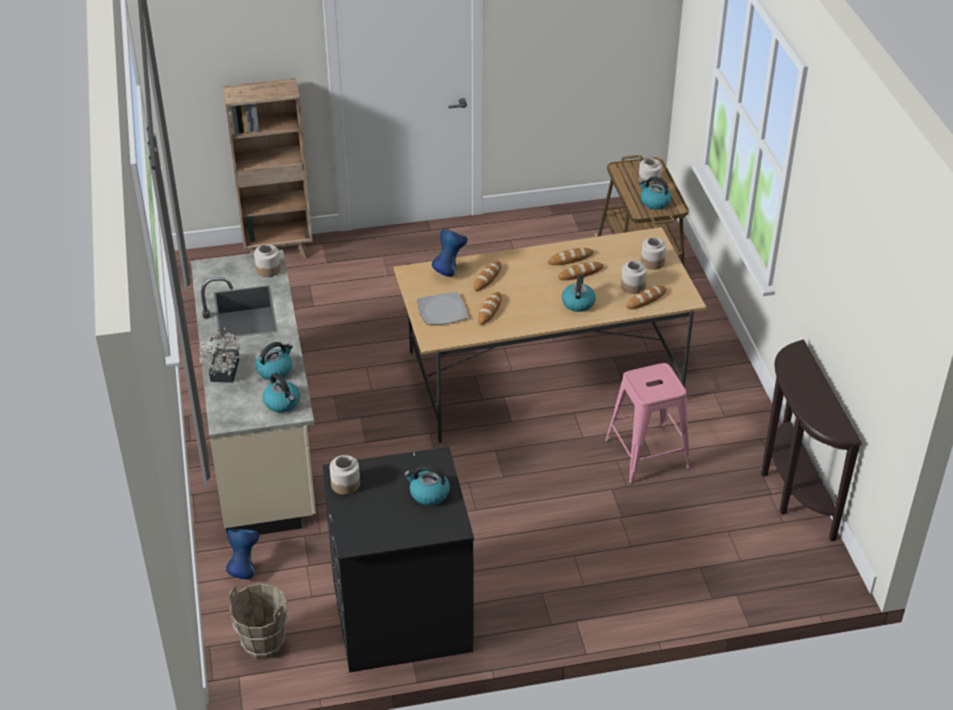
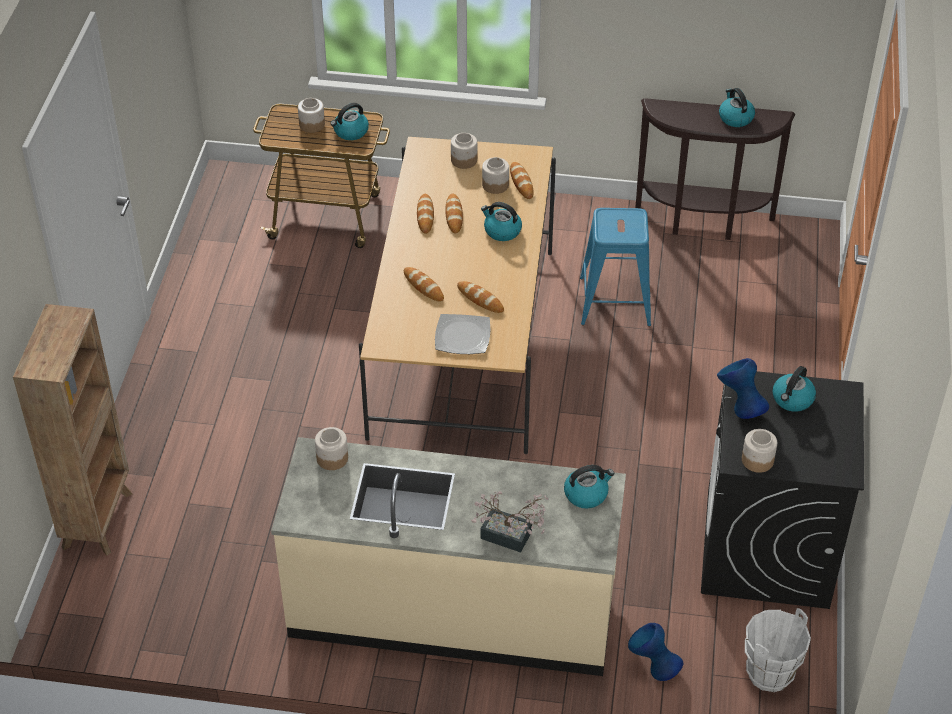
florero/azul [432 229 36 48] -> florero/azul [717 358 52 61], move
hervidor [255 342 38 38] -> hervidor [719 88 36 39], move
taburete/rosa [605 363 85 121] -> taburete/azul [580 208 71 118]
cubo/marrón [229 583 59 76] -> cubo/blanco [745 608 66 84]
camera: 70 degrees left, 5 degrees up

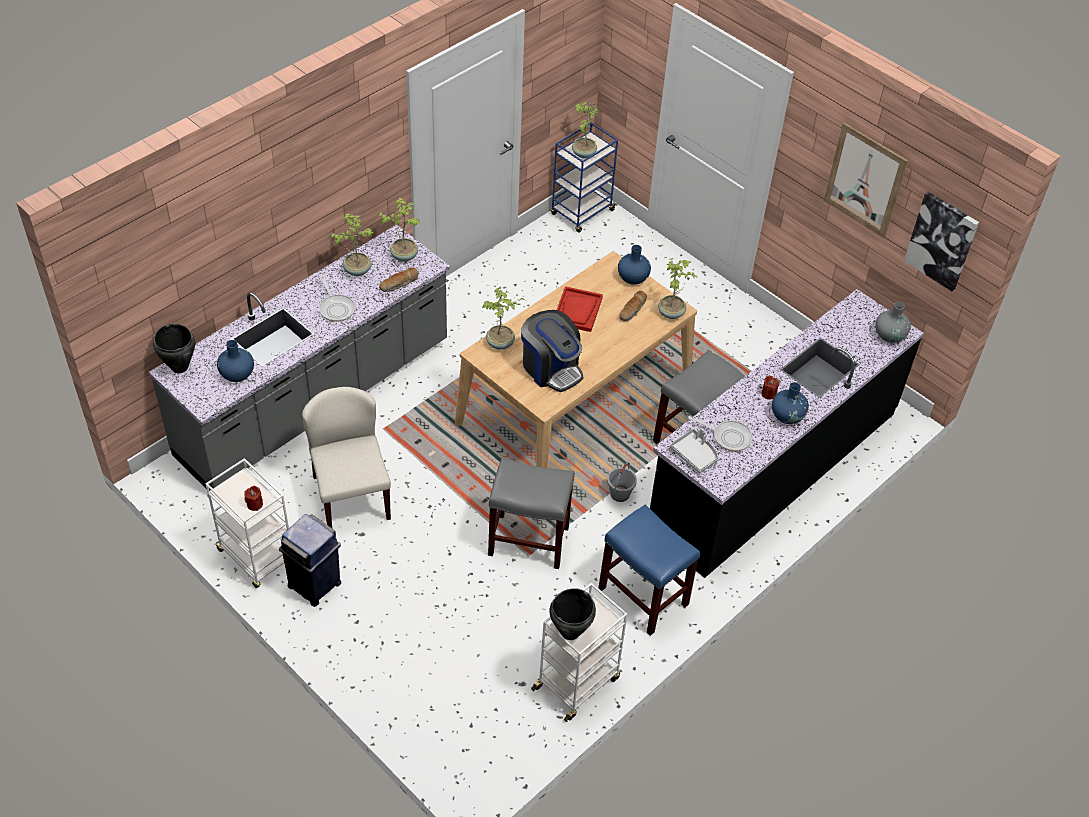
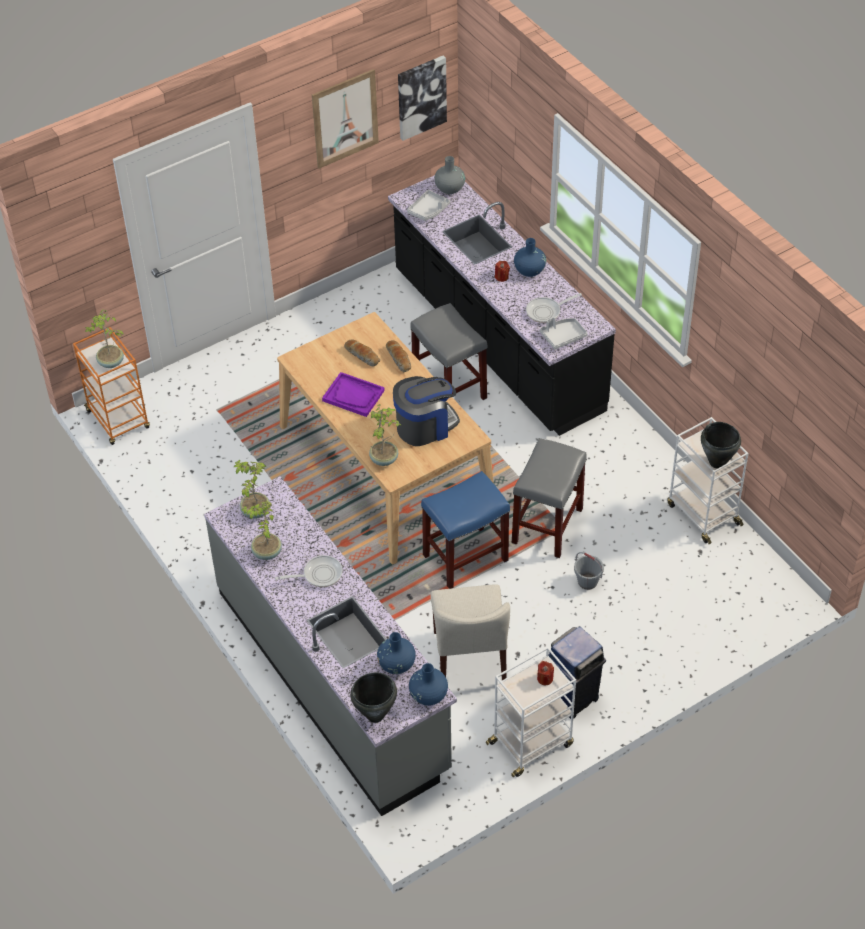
carrito/azul [550 122 68 111] -> carrito/naranja [73 327 77 118]
florero/azul [618 245 33 40] -> florero/azul [409 663 39 43], move
planta en maceta [658 258 37 61] -> none
pan [379 268 40 24] -> pan [386 340 25 32], move
bandeja/rojo [557 286 46 46] -> bandeja/morado [322 372 63 45]
silla/beis [302 387 89 141] -> silla/beis [430 584 80 96], 90 degrees counterclockwise
sartén [688 416 65 35] -> sartén [526 293 56 30], 150 degrees counterclockwise
cubo/gris [607 462 30 40] -> cubo/gris [574 552 30 38], move
taburete/azul [598 504 102 132] -> taburete/azul [421 471 89 118], move
none -> bandeja/gris [407 190 43 31]
camera: 75 degrees left, 0 degrees up

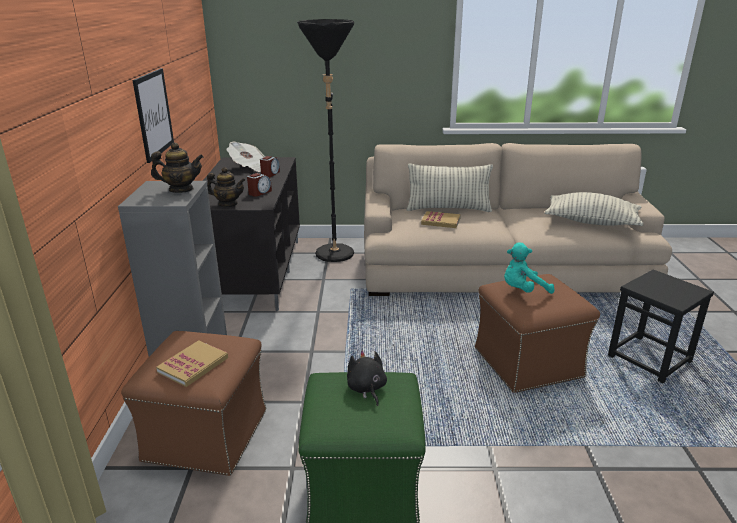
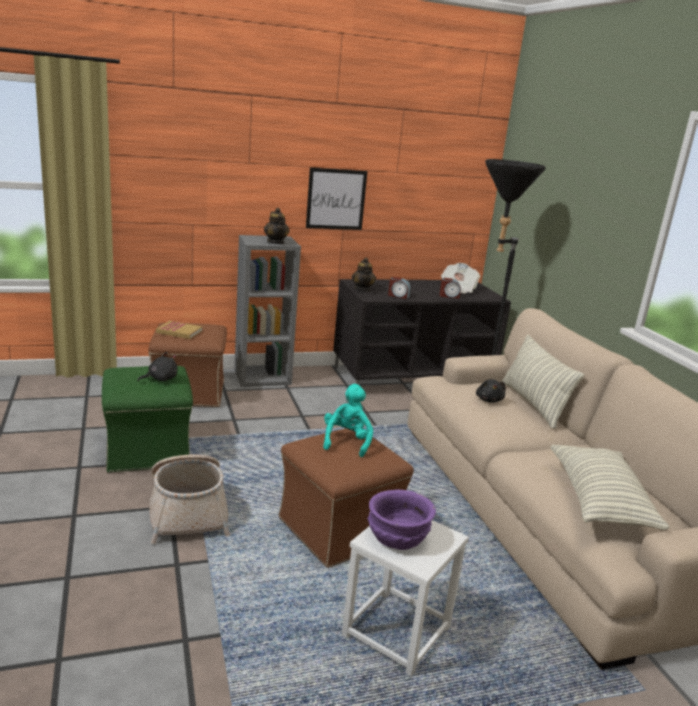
libro [421 211 40 17] -> peluche/negro [476 379 30 24]
peluche/turquesa [504 243 50 51] -> peluche/turquesa [323 384 50 73], 45 degrees clockwise
taburete/negro [608 269 106 114] -> taburete/blanco [342 520 127 156]
none -> cesta [149 454 81 90]
none -> cuenco/morado [367 490 69 60]
camera: 70 degrees right, 5 degrees down

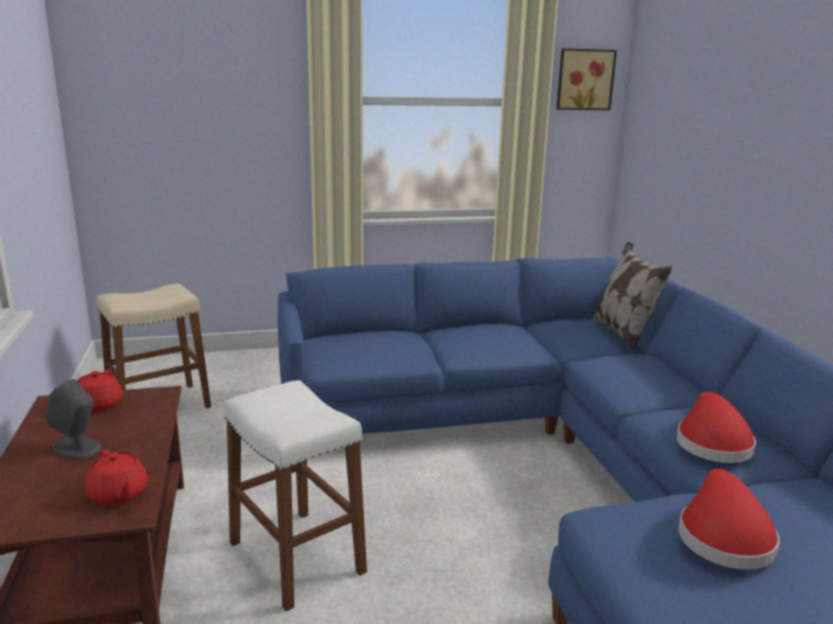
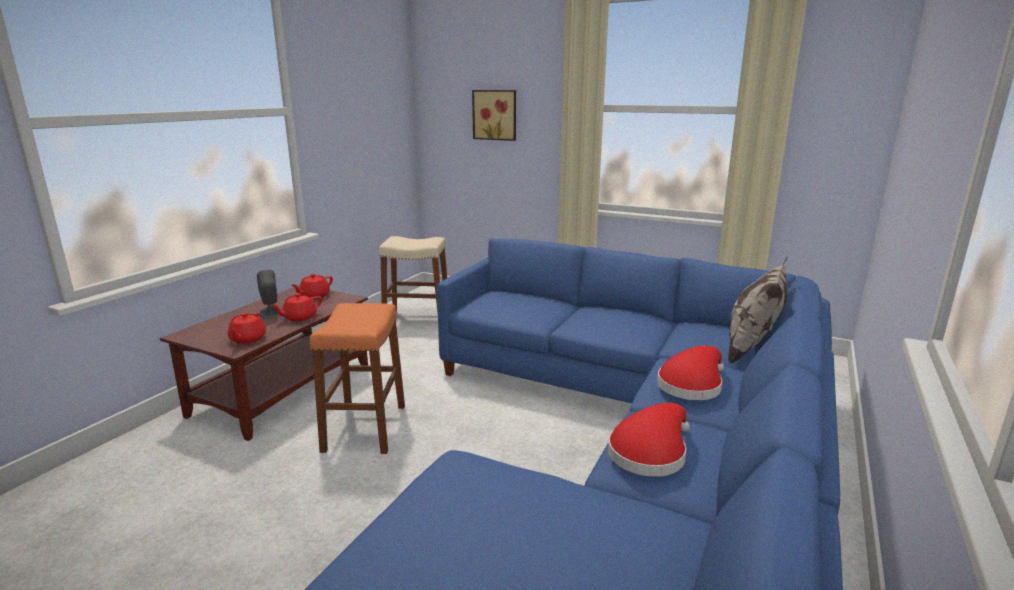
cuadro [556 48 61 62] -> cuadro [472 90 44 51], move
taburete/blanco [224 380 143 231] -> taburete/naranja [310 303 95 151]
sombrero/rojo [678 469 102 101] -> sombrero/rojo [657 345 67 55], move
none -> tetera/rojo [270 293 52 29]
camera: 40 degrees right, 0 degrees up

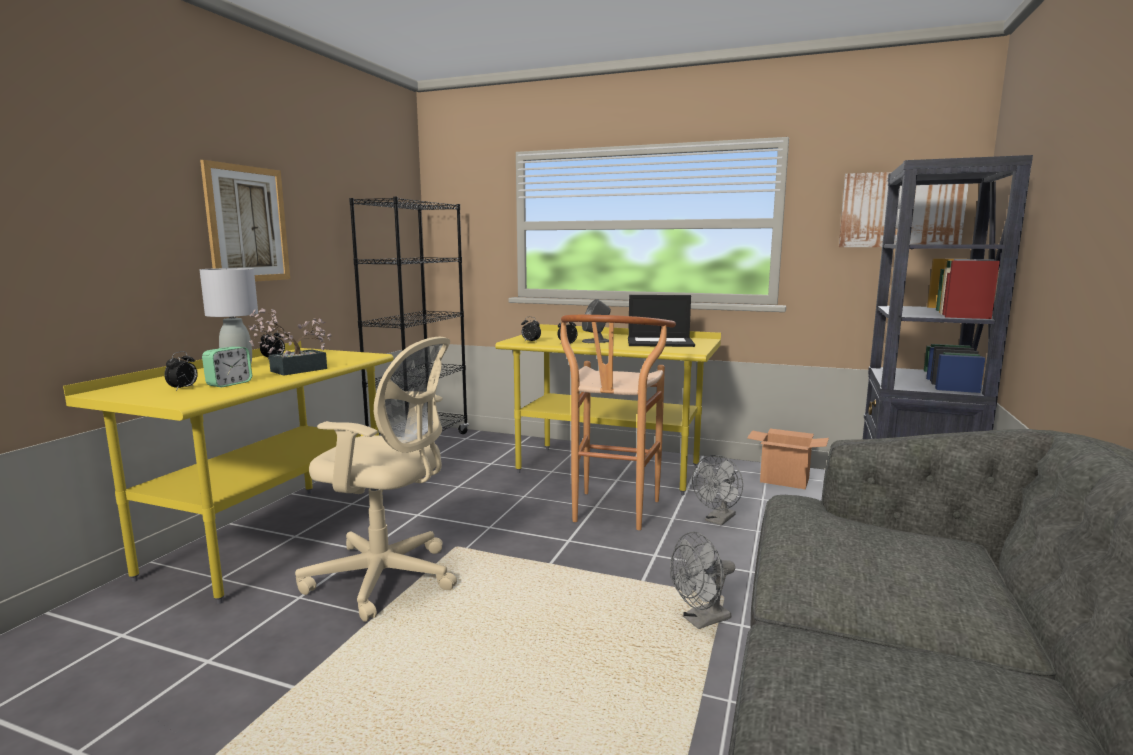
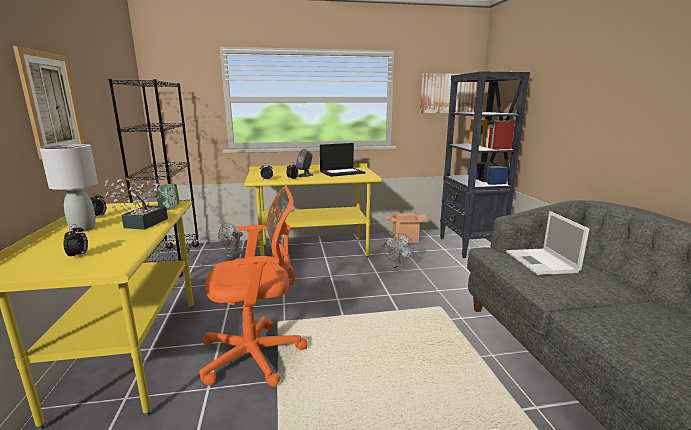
taburete/marrón [560 315 116 215] -> none
silla de oficina/beis [295 337 162 285] -> silla de oficina/naranja [199 186 108 201]
despertador [202 347 50 40] -> despertador [156 184 23 26], move
ventilador/gris [670 532 65 97] -> ventilador/gris [218 222 26 35], move
none -> portátil [506 211 83 64]
camera: 30 degrees left, 5 degrees up

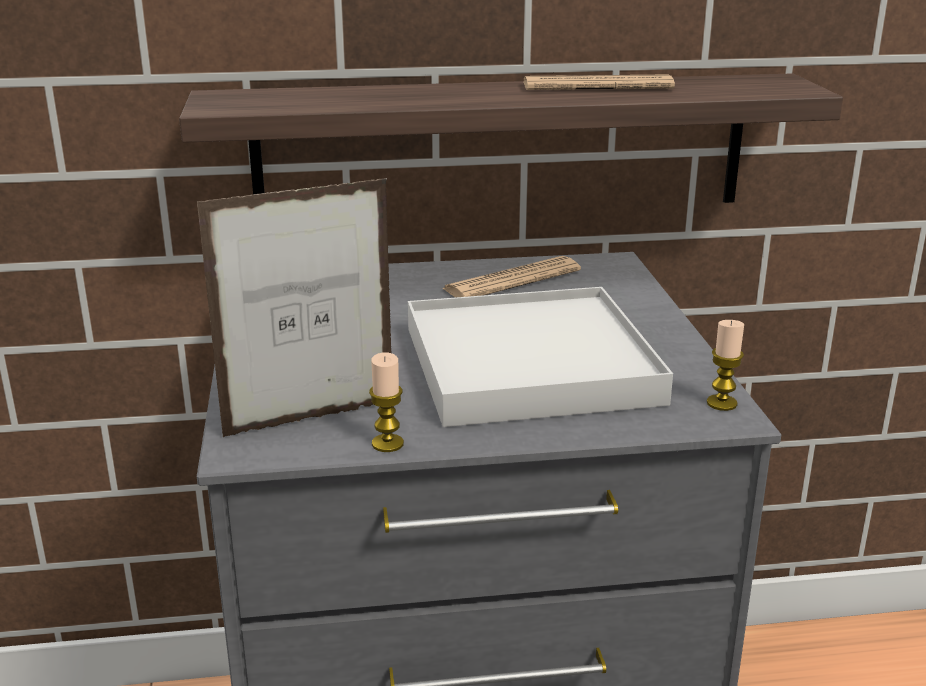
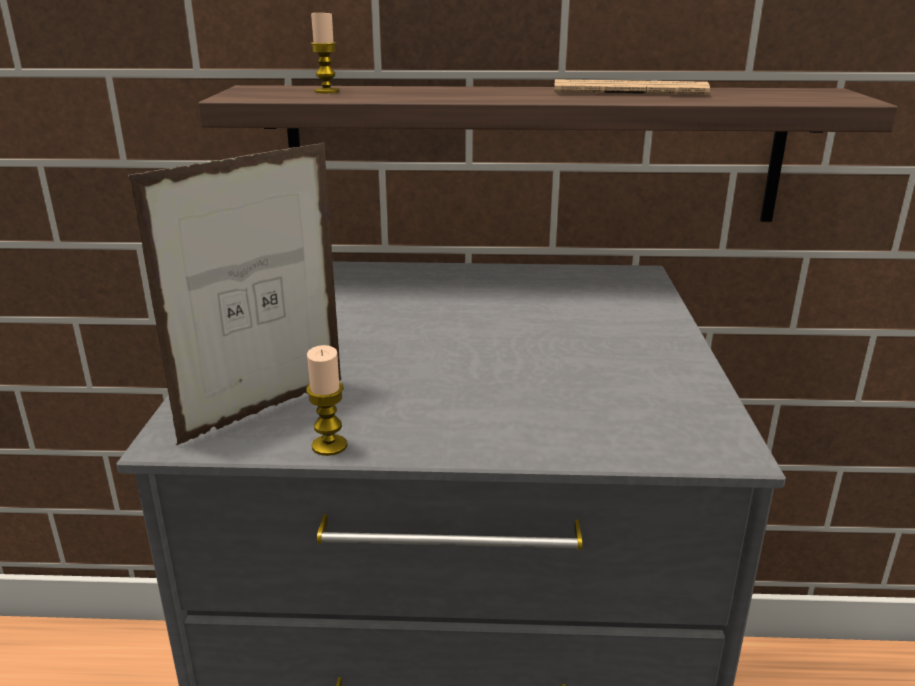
portarretratos [197 178 194 259] -> portarretratos [128 142 213 304], 150 degrees clockwise
periódico [441 256 140 41] -> none
bandeja/blanco [408 287 265 140] -> none
vela [707 320 37 91] -> vela [311 11 28 82], move
camera: 10 degrees right, 0 degrees up

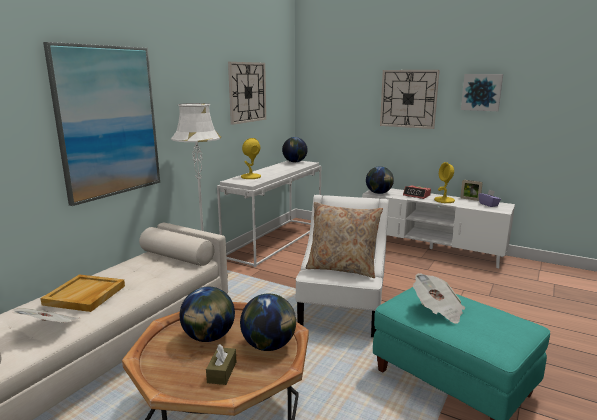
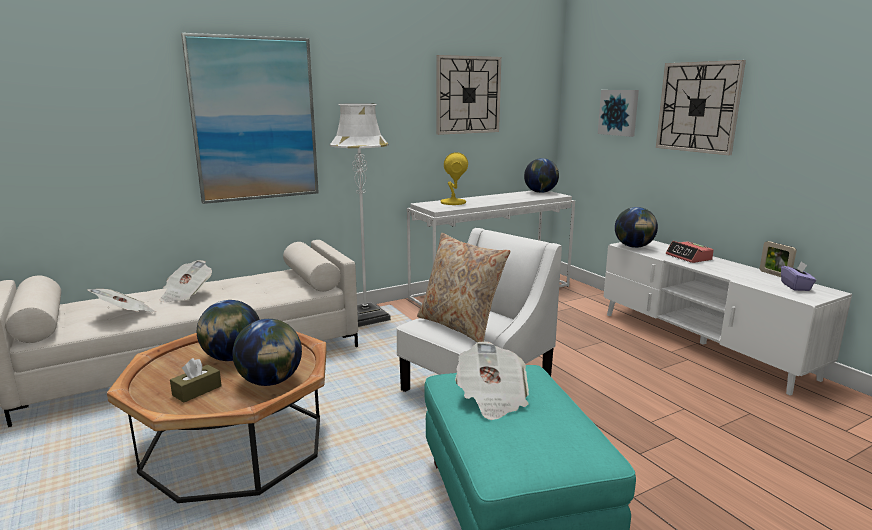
cuadro [461 74 42 37] -> cuadro [598 90 41 47], move
lámpara de mesa/amarillo [434 162 21 41] -> none
bandeja/beis [40 275 85 37] -> periódico [160 260 52 42]
camera: 30 degrees right, 0 degrees up

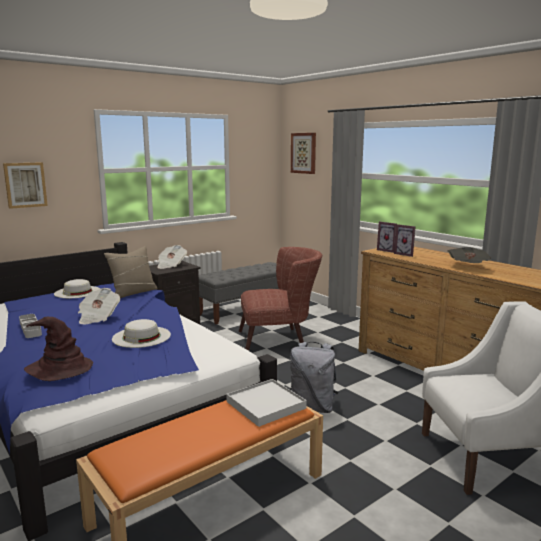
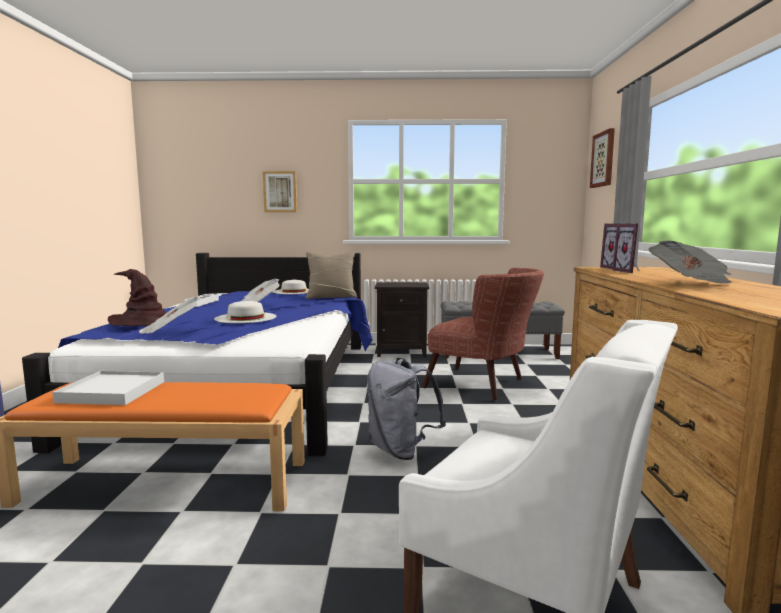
periódico [157 245 30 24] -> periódico [139 296 61 38], move
bandeja/blanco [226 379 81 48] -> bandeja/blanco [52 371 112 34], move
camera: 40 degrees right, 5 degrees down

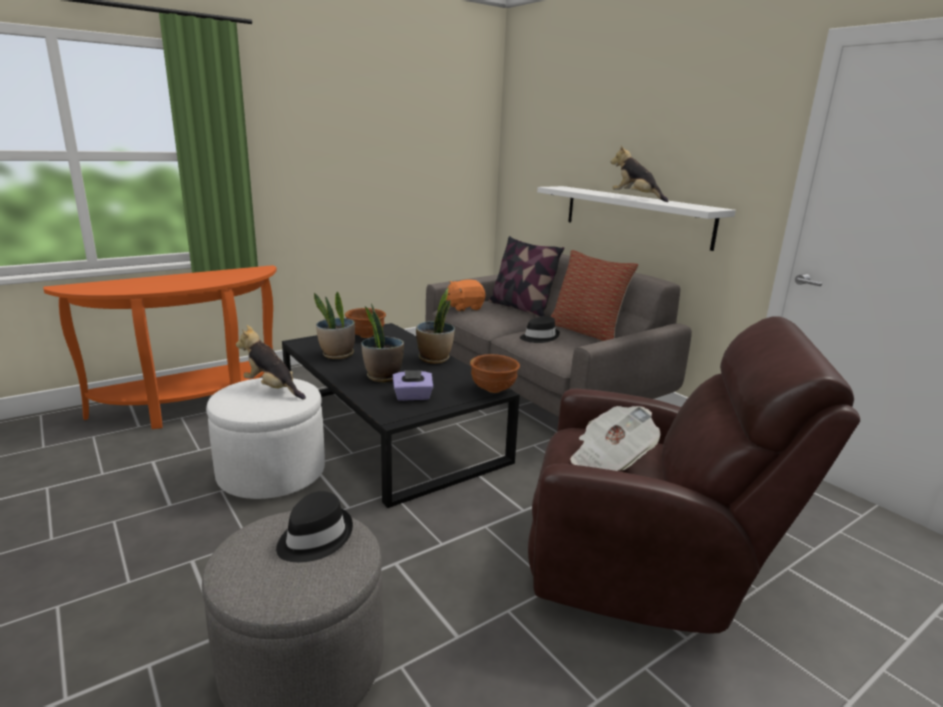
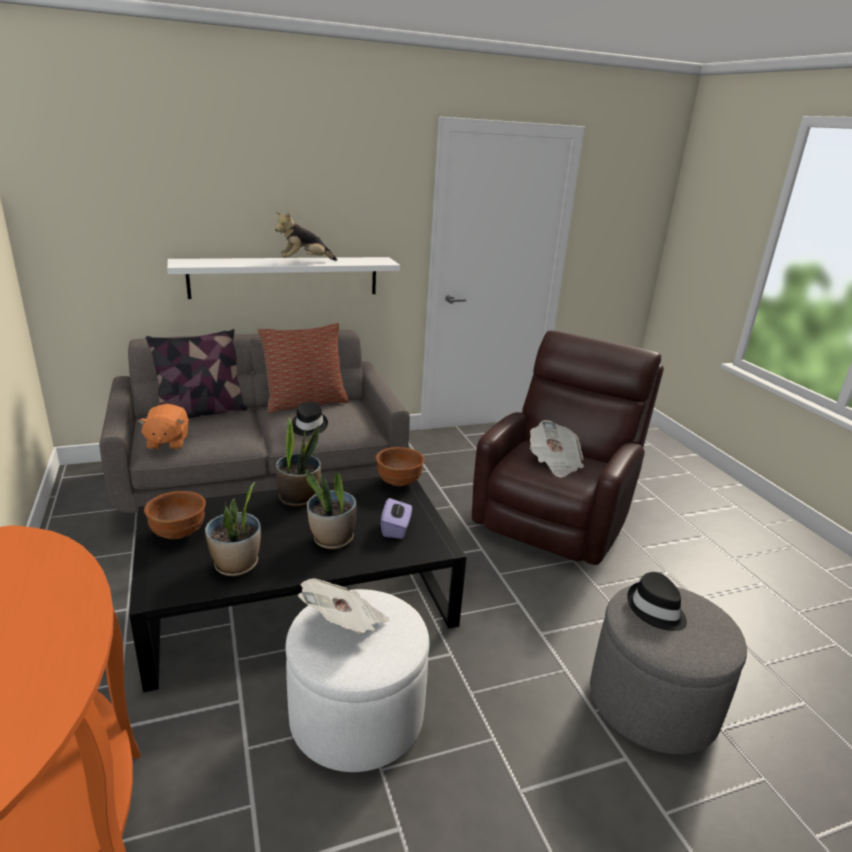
peluche [236 325 70 74] -> periódico [298 578 91 56]
camera: 75 degrees left, 5 degrees up

